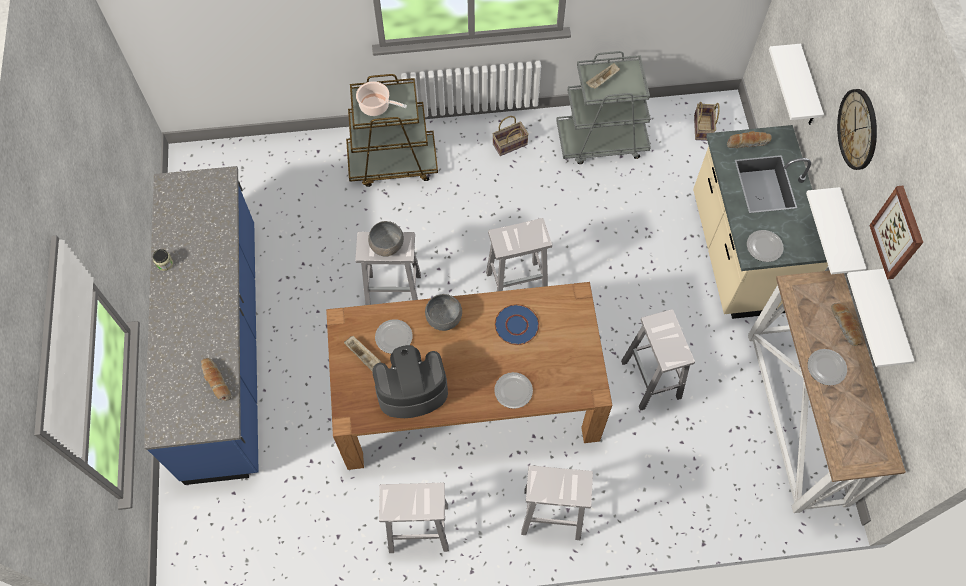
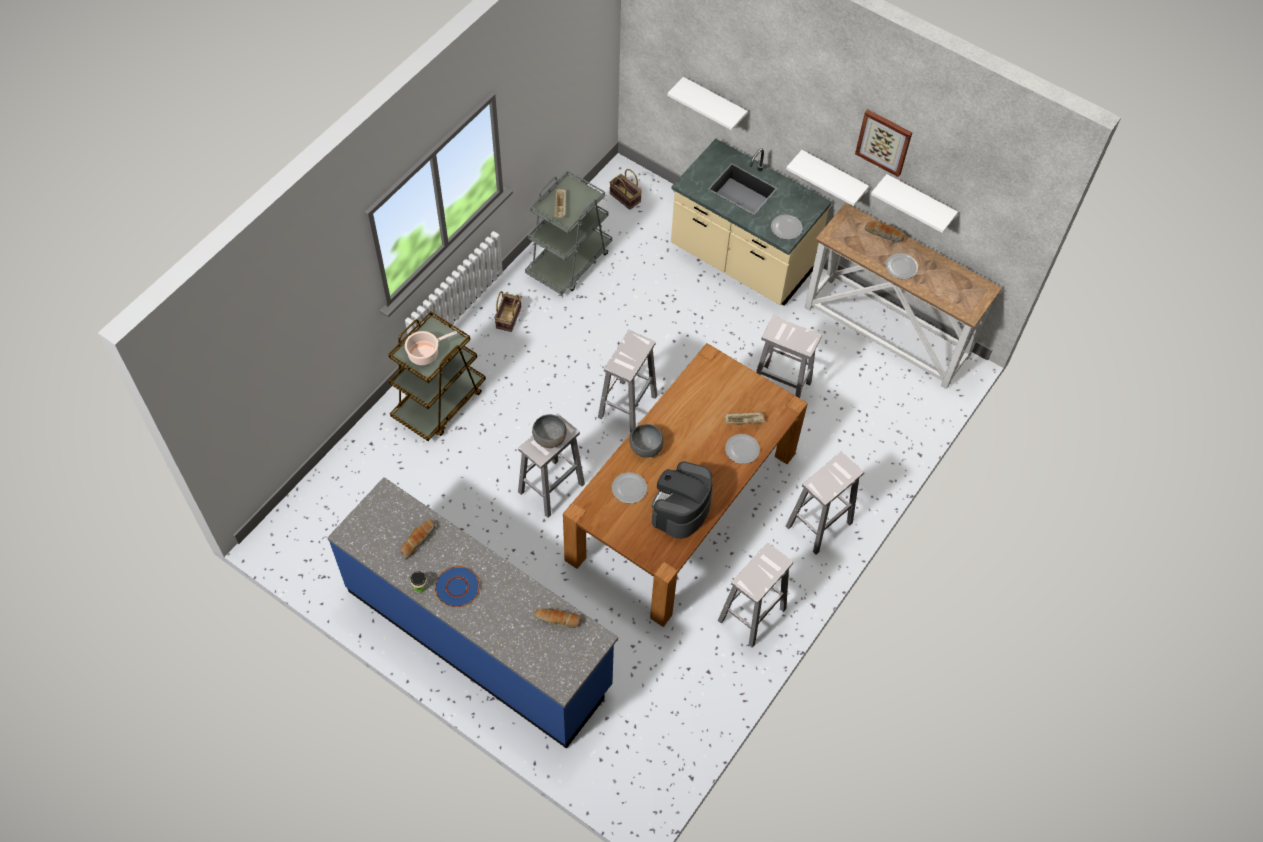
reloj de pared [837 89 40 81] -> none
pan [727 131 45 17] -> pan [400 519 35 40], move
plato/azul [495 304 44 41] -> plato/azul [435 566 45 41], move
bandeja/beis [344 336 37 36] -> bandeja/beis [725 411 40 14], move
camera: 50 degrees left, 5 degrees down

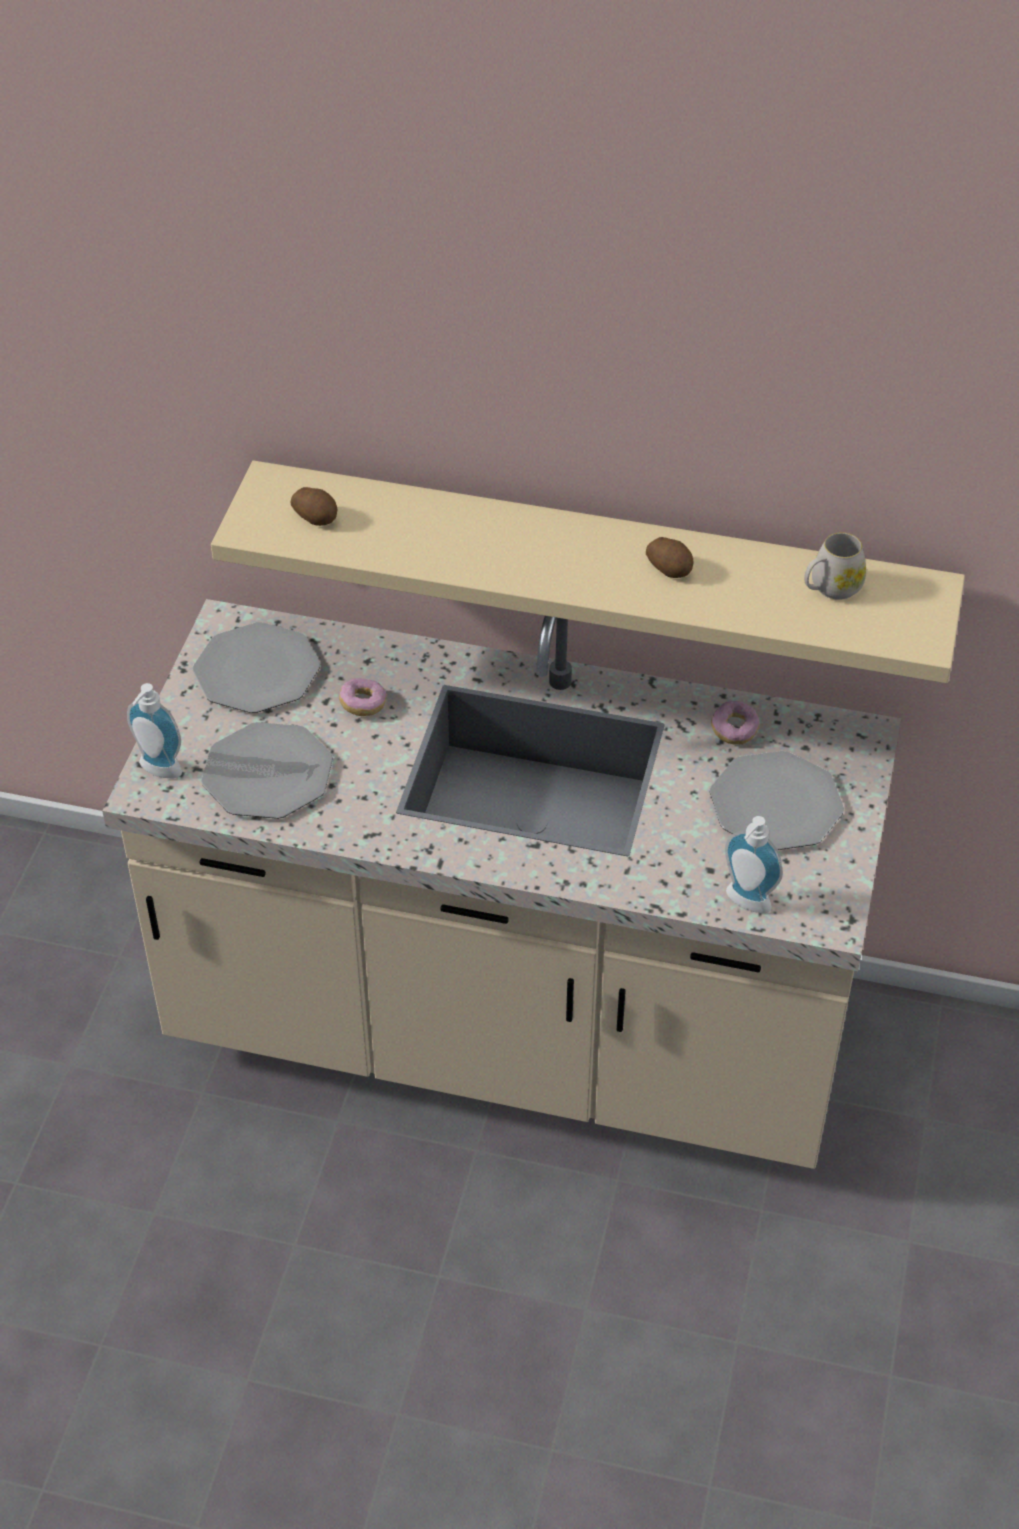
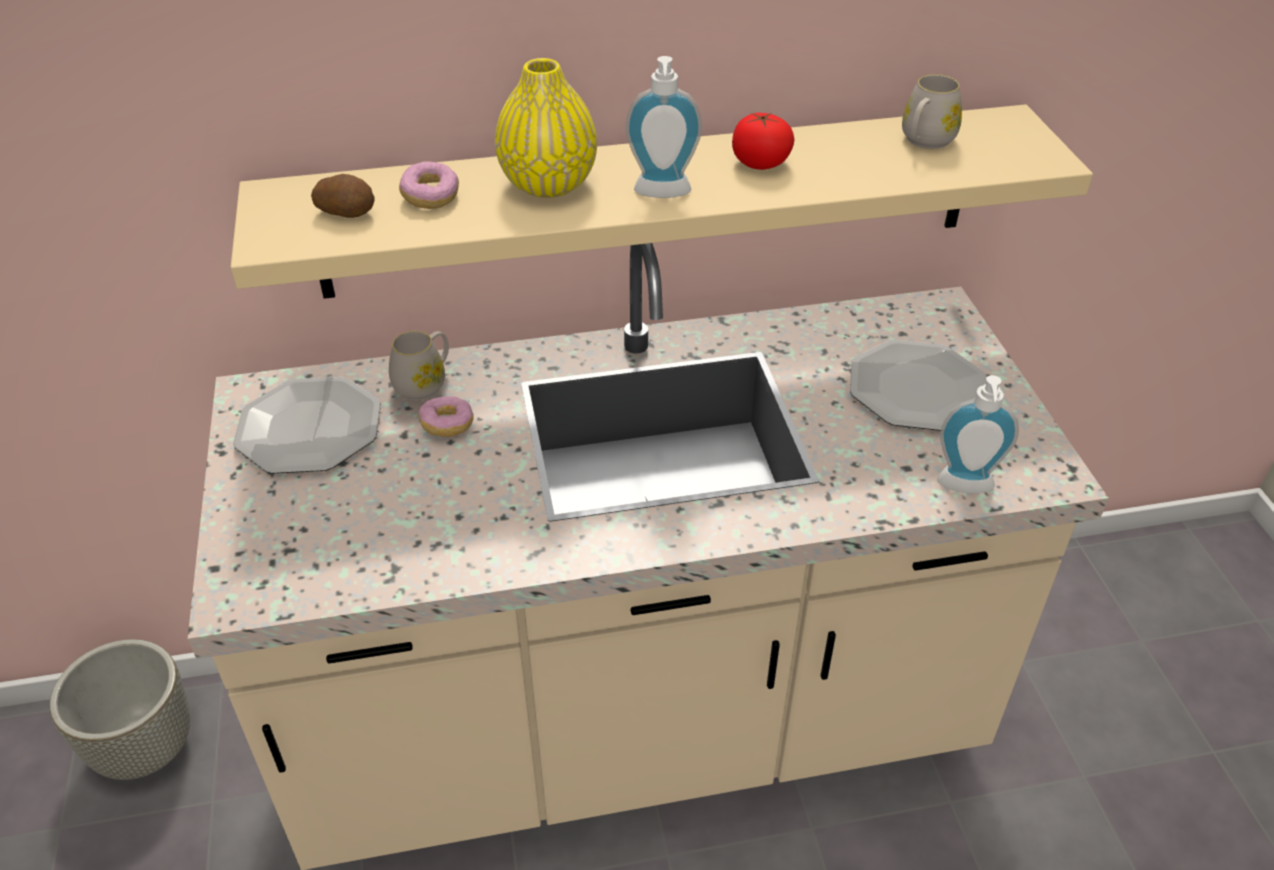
patata [646 537 48 41] -> tomate [732 113 62 57]
dispensador de jabón [127 683 55 96] -> dispensador de jabón [625 56 77 142], move
rosquilla [711 701 49 44] -> rosquilla [399 161 60 48], move
plato [201 722 132 97] -> none
none -> florero/amarillo [495 58 102 140]
none -> taza grande/blanco [389 331 60 69]
none -> maceta/gris [50 639 140 141]
camera: 25 degrees left, 5 degrees down

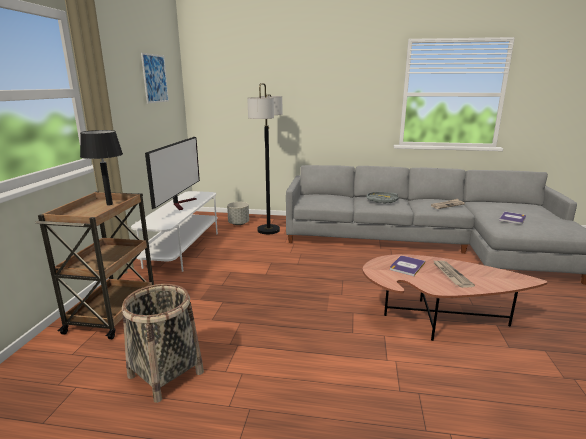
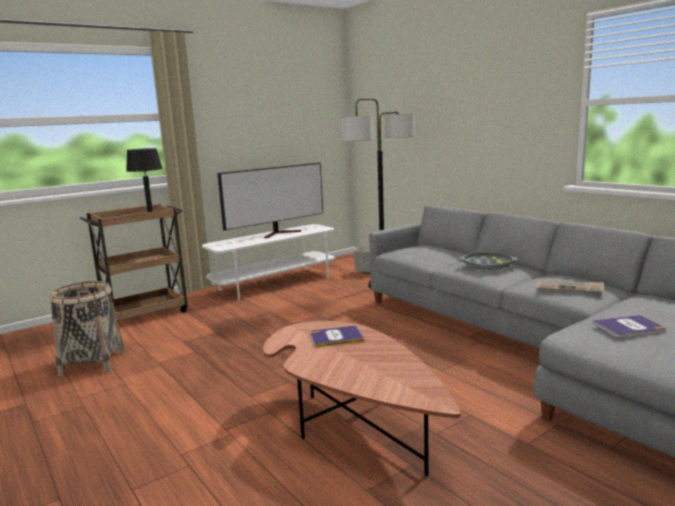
cuadro [141 53 28 50] -> none
periódico [433 260 42 28] -> none
camera: 45 degrees right, 5 degrees down

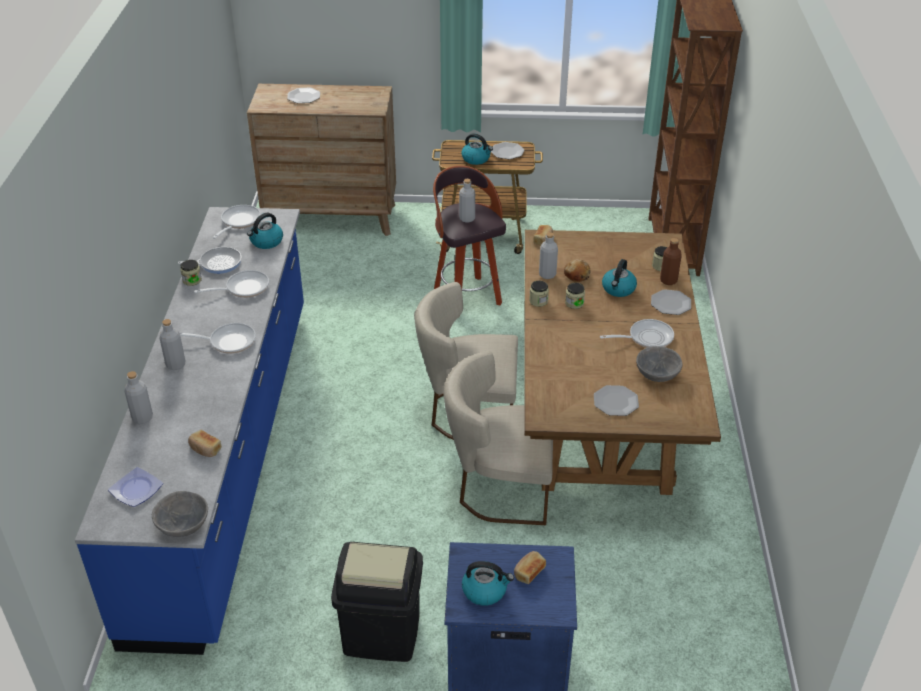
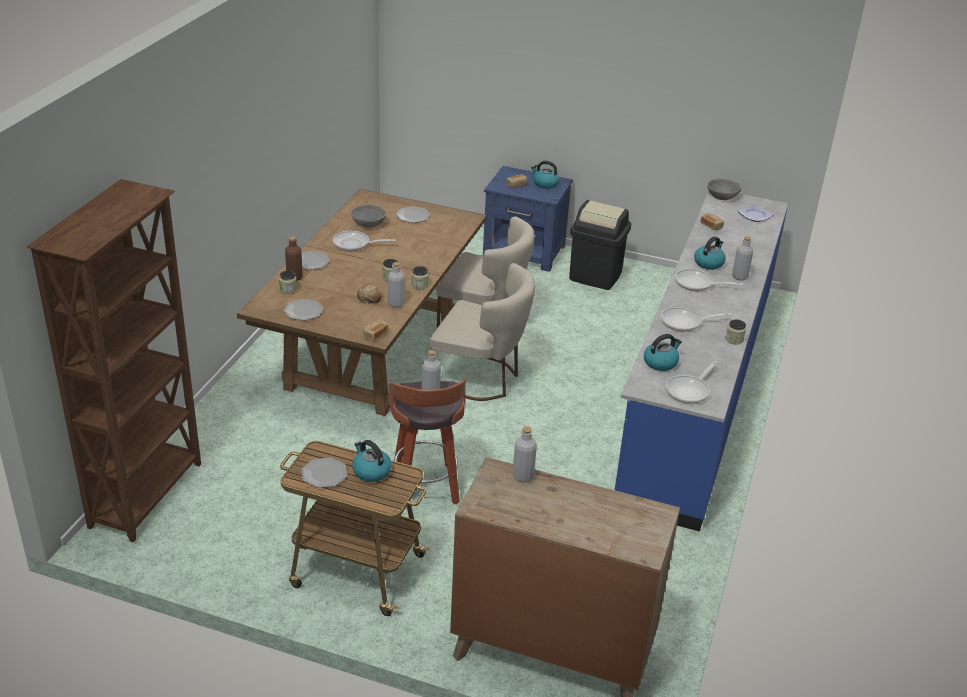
plato [287 88 33 15] -> plato [284 299 40 22], move
sartén [178 247 64 27] -> none
hervidor [602 259 35 38] -> hervidor [694 236 32 34], move
botella/gris [124 371 29 53] -> botella/gris [513 426 24 56], move
camera: 165 degrees left, 5 degrees down

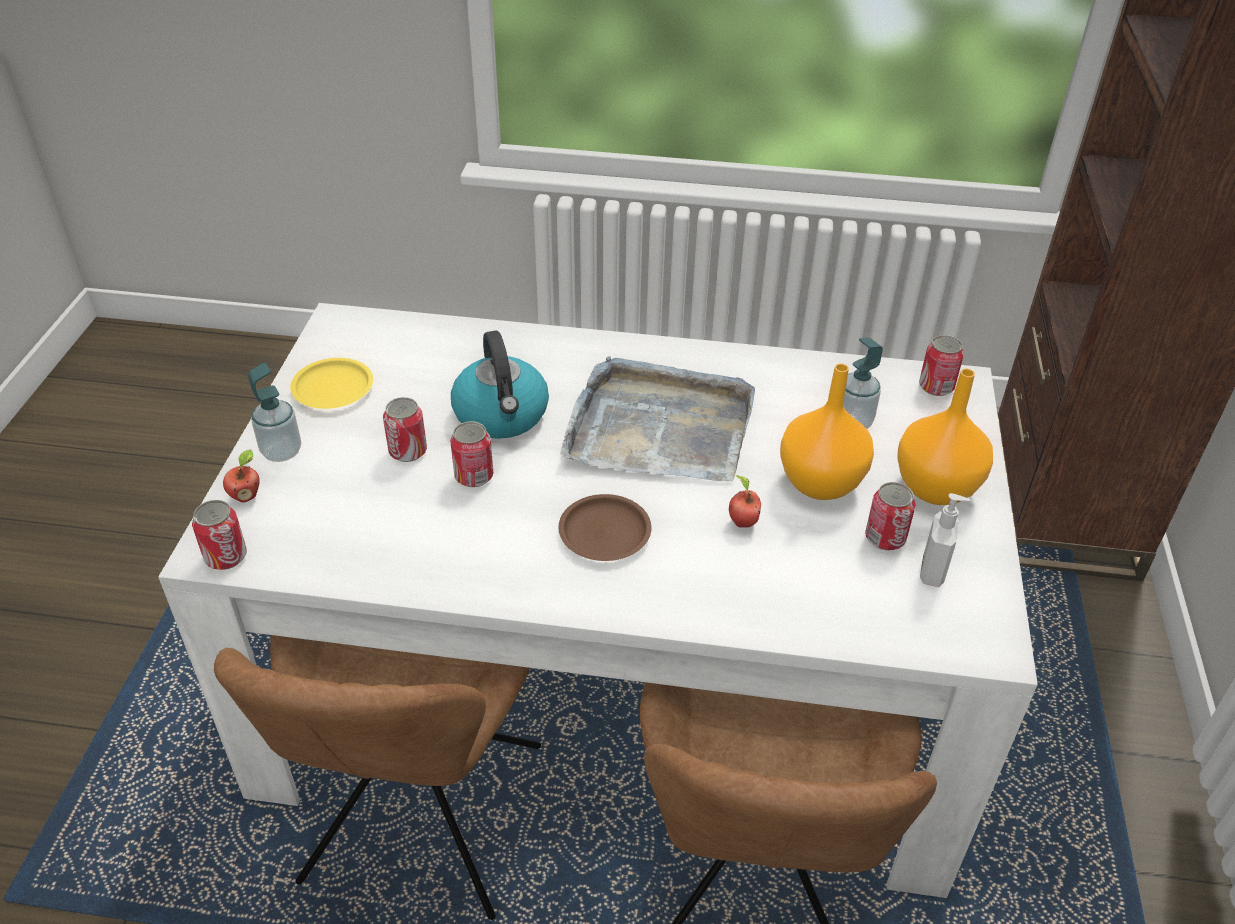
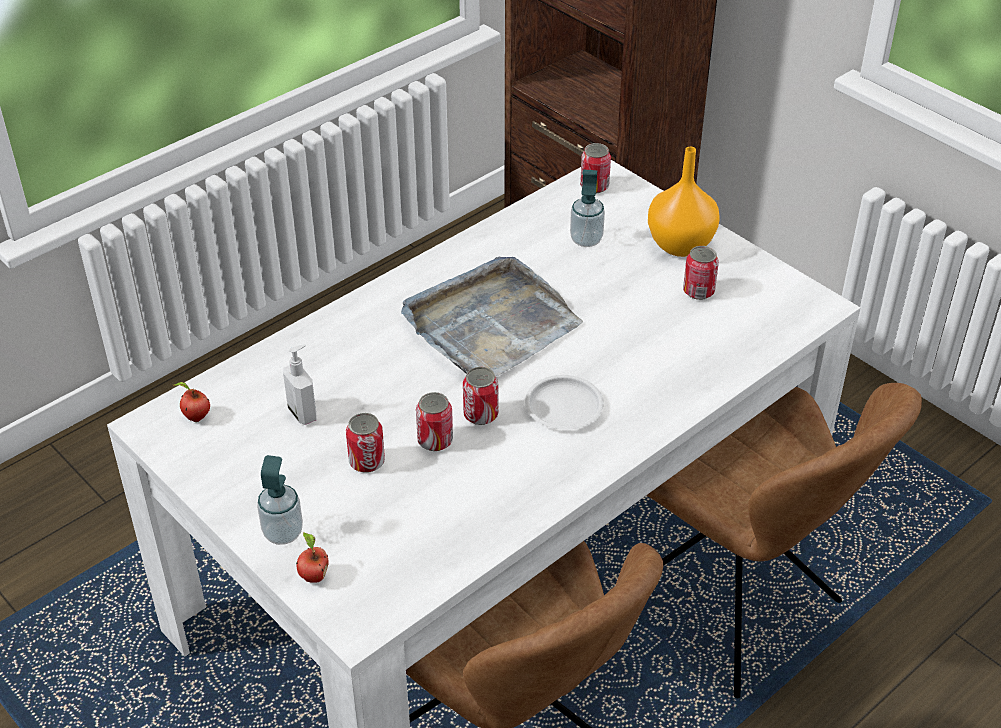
hervidor [451 331 98 108] -> none
plato/amarillo [290 358 83 51] -> none
florero/naranja [780 364 94 136] -> none
manzana [729 475 32 53] -> manzana [174 382 36 40], move
dispensador de jabón [920 493 51 94] -> dispensador de jabón [283 344 33 81], move
plato/marrón [558 494 94 67] -> plato/blanco [525 375 79 55]
lata [192 500 55 70] -> lata [463 367 35 58], move
camera: 50 degrees left, 0 degrees up

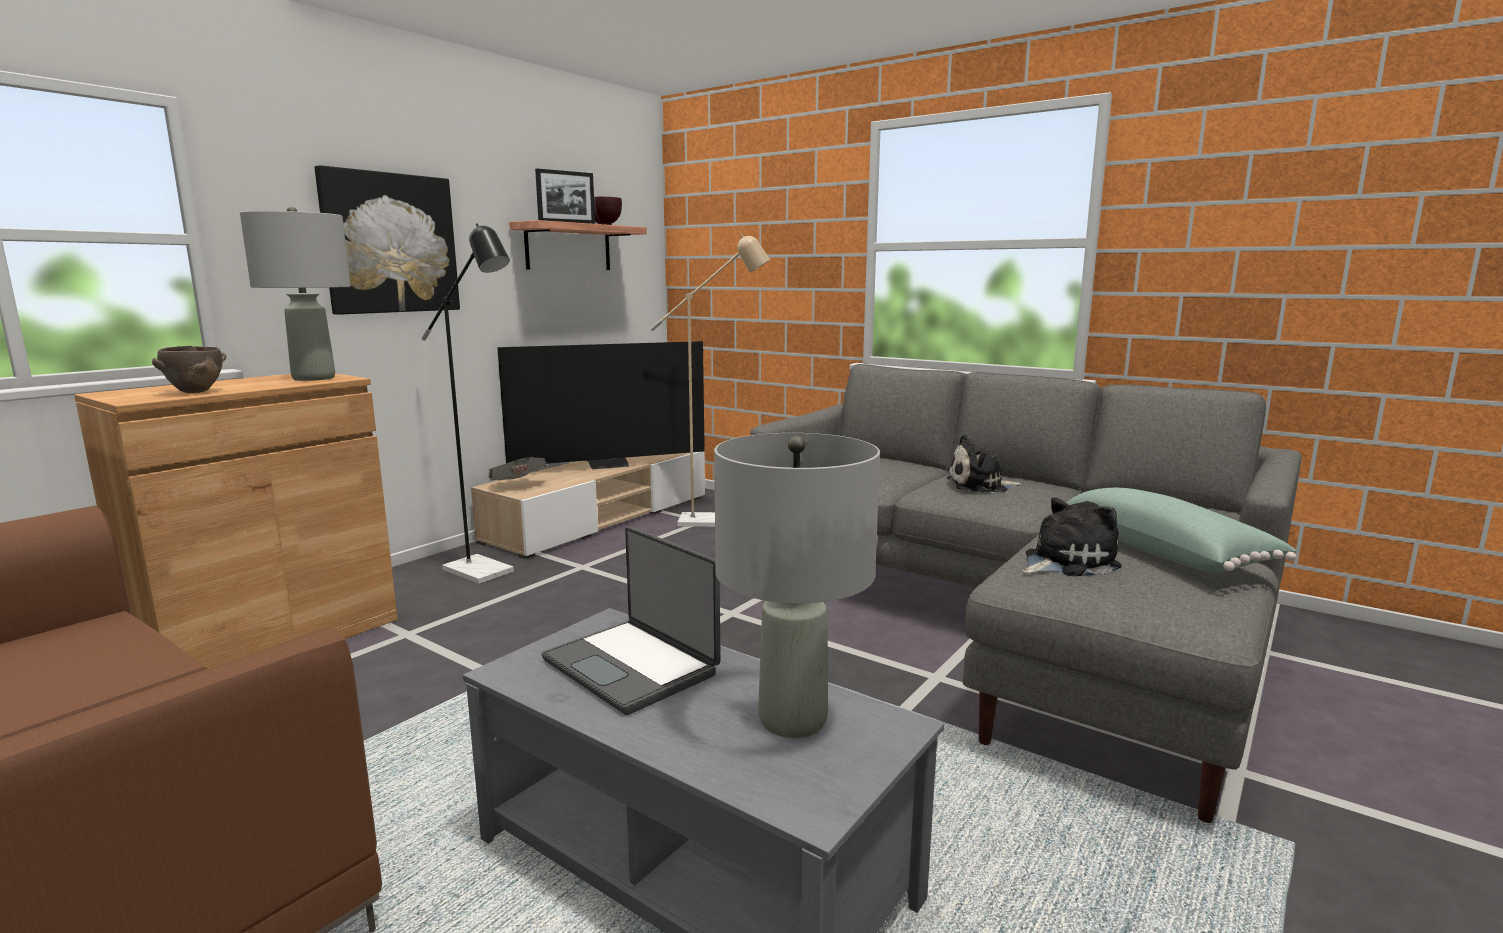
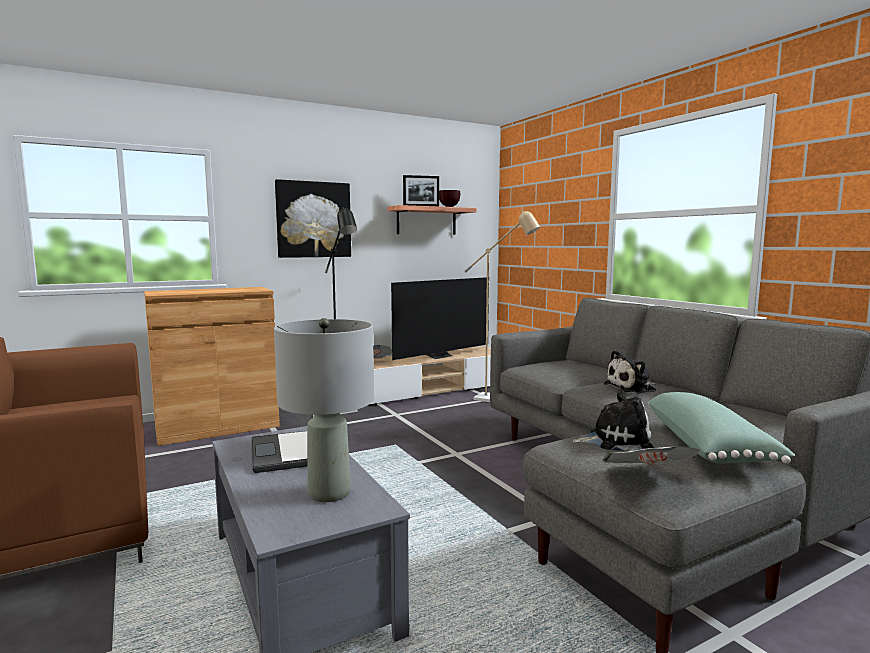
lámpara de mesa/gris [240 207 111 174] -> none
televisor [497 341 208 128] -> televisor [391 277 98 83], 45 degrees counterclockwise
cuenco/marrón [152 346 74 47] -> none
peluche [946 434 76 59] -> peluche [604 350 52 44], 45 degrees counterclockwise
none -> periódico [602 446 98 19]
camera: 25 degrees right, 5 degrees down

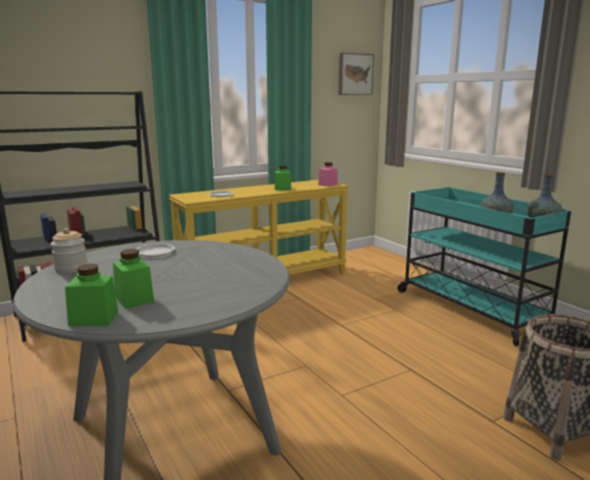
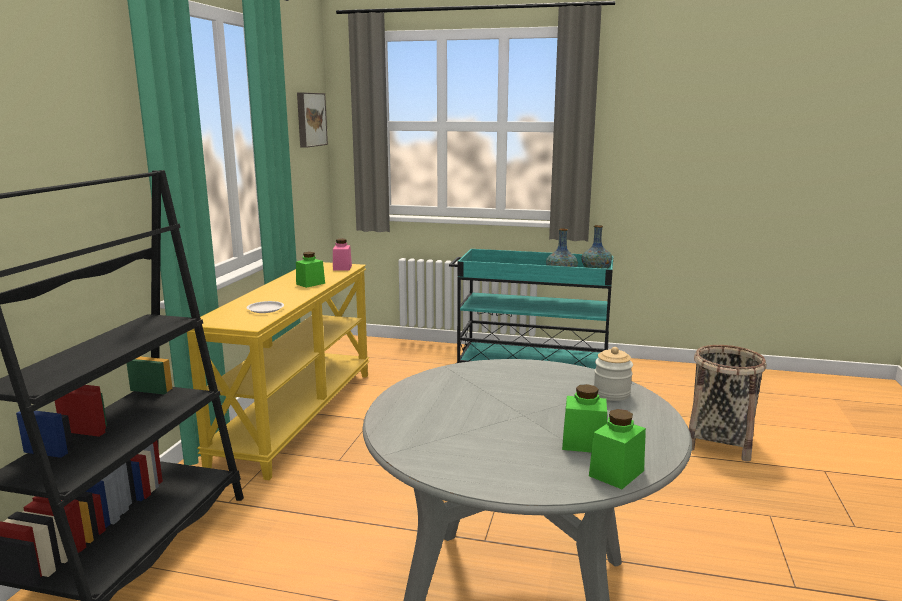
tarro [51 228 37 45] -> tarro [594 347 39 54], move
plato/blanco [137 244 38 13] -> none
camera: 45 degrees left, 0 degrees up

